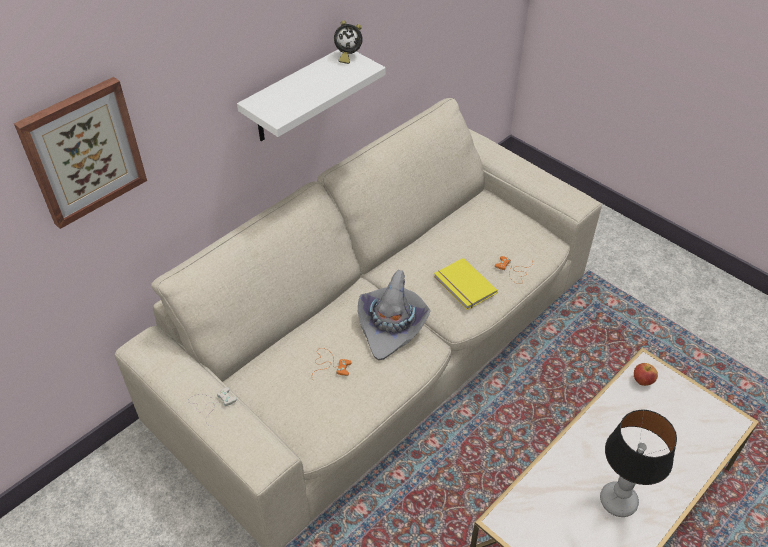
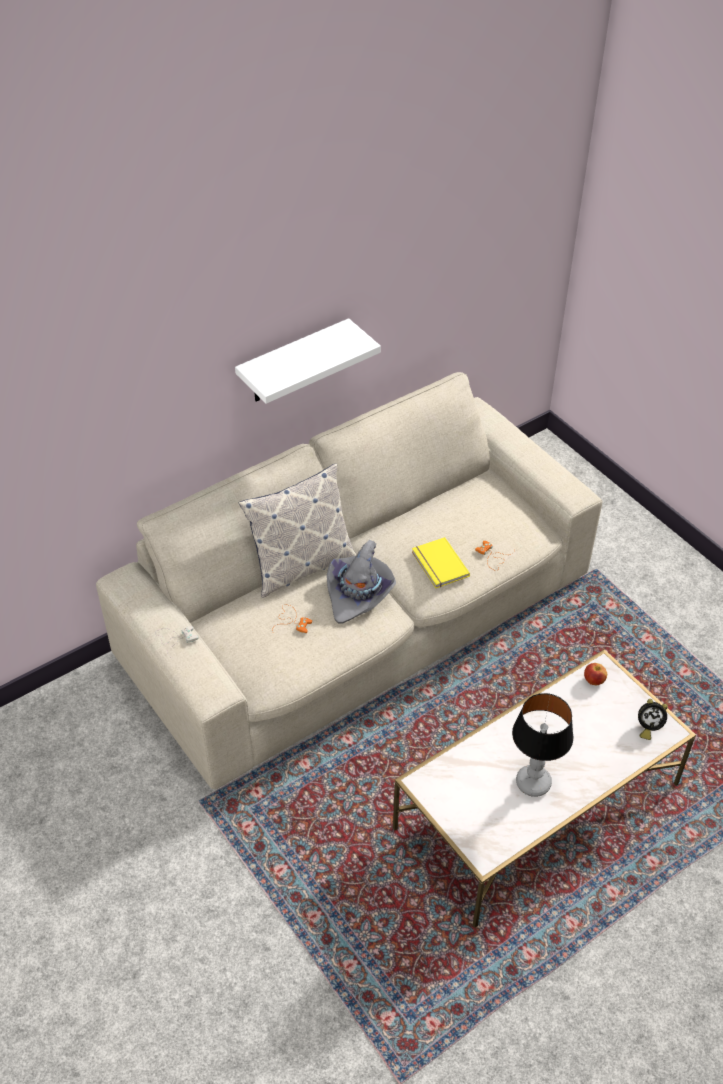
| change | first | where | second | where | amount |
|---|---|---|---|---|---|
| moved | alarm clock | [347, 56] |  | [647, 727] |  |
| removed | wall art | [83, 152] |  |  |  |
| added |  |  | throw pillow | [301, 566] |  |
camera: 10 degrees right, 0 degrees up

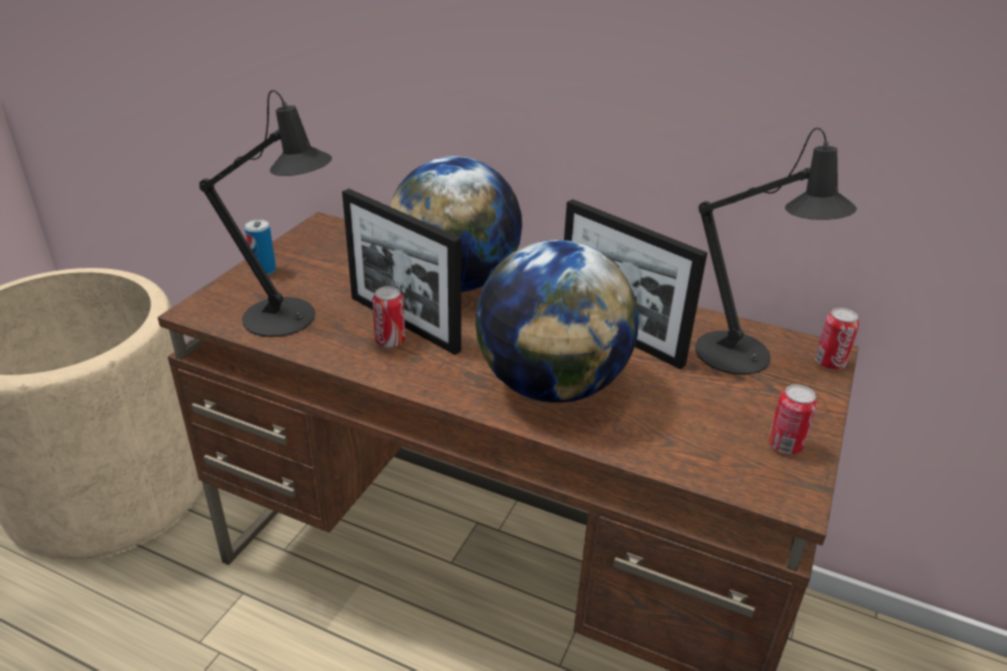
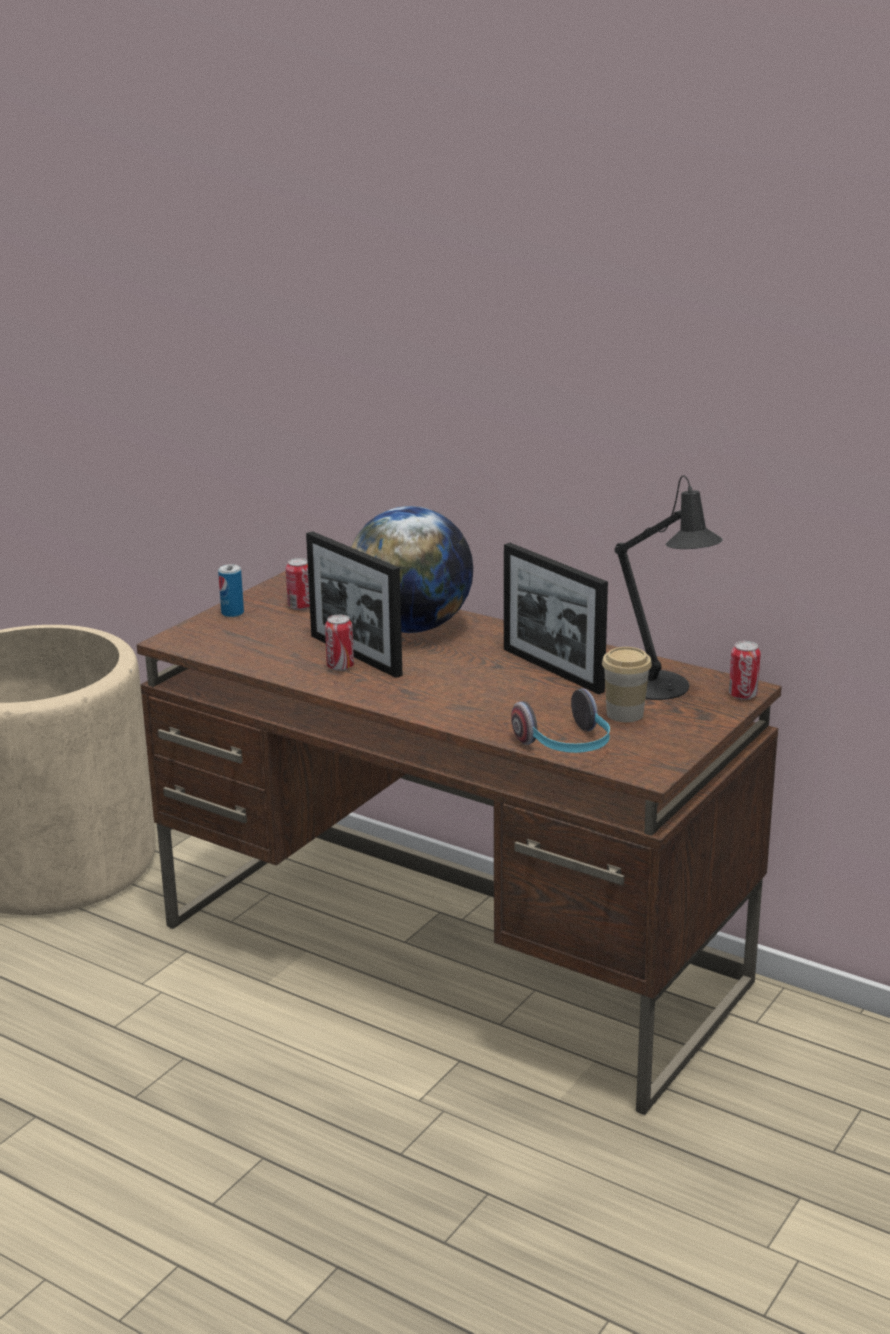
| change | first | where | second | where | amount |
|---|---|---|---|---|---|
| removed | black table lamp | [289, 319] |  |  |  |
| removed | desk globe | [551, 385] |  |  |  |
| moved | sealed can | [785, 445] |  | [300, 606] |  |
| added |  |  | cup | [625, 714] |  |
| added |  |  | pair of headphones | [566, 746] |  |
camera: 10 degrees right, 10 degrees down

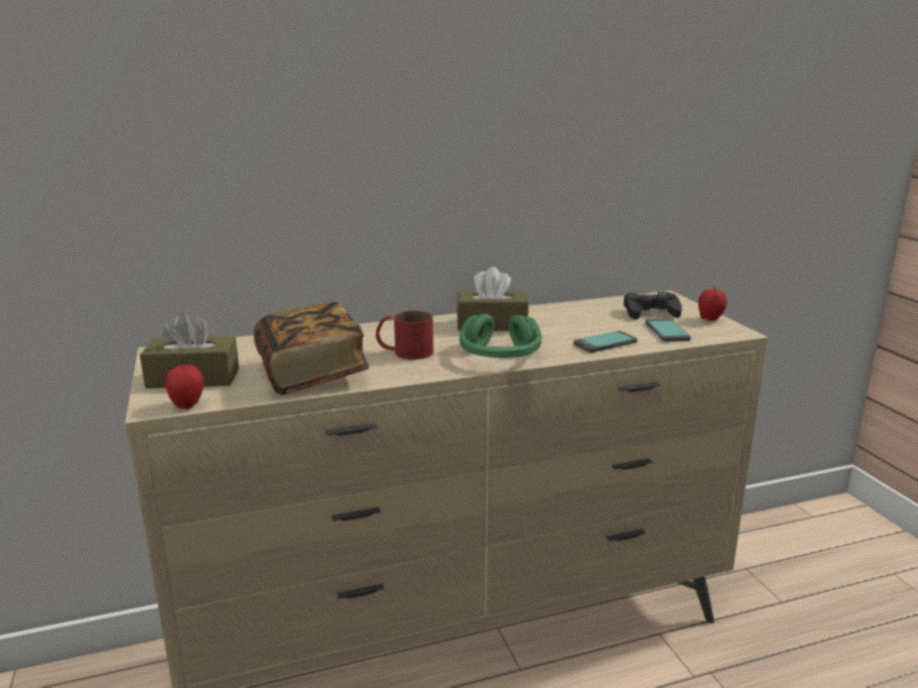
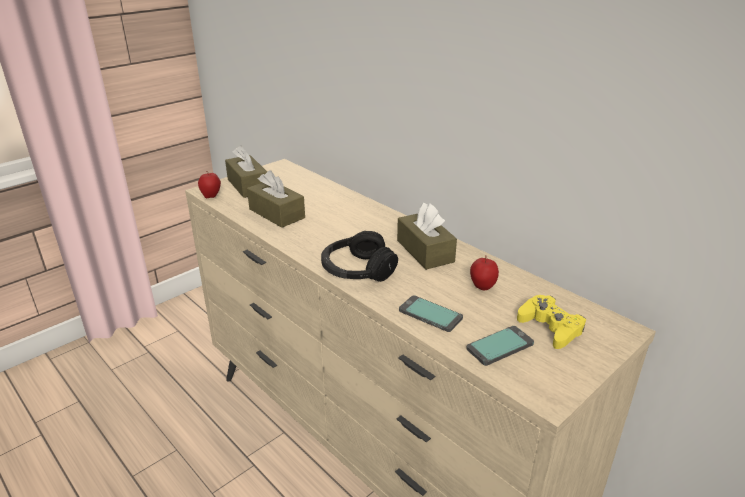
| change | first | where | second | where | amount |
|---|---|---|---|---|---|
| moved | apple | [710, 319] |  | [482, 287] |  |
| recoloured | black gamepad | [650, 312] | yellow gamepad | [550, 327] |  |
| replaced | book | [312, 373] | brown-coloured box of tissues | [277, 213] |  |
| removed | red coffee mug | [404, 352] |  |  |  |
| recoloured | green pair of headphones | [500, 356] | black pair of headphones | [357, 270] |  |
camera: 65 degrees right, 10 degrees up

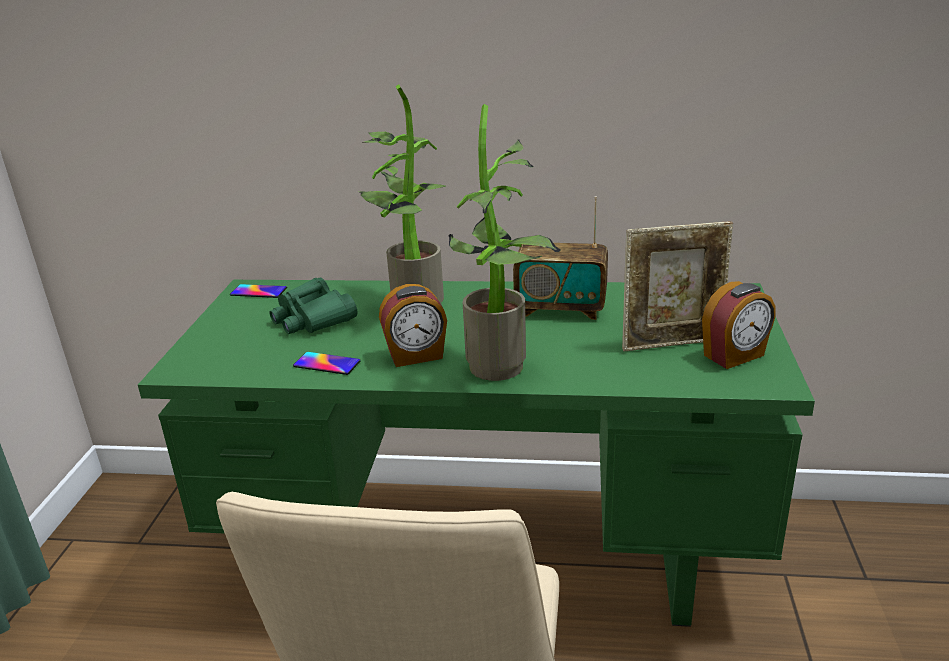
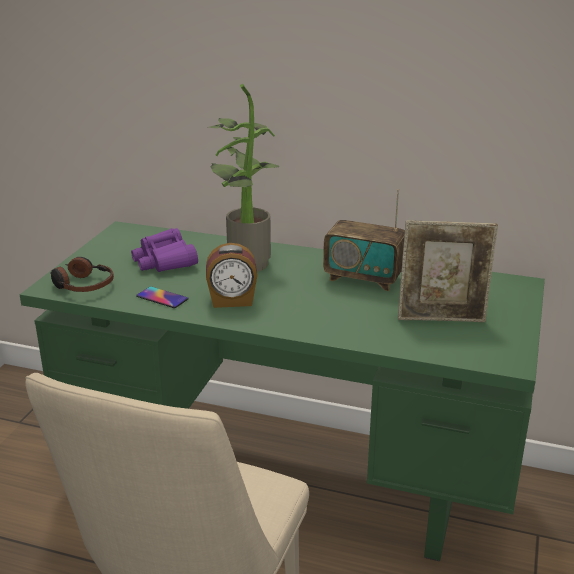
| change | first | where | second | where | amount |
|---|---|---|---|---|---|
| removed | plant in a pot | [505, 368] |  |  |  |
| recoloured | green binoculars | [312, 318] | purple-coloured binoculars | [164, 261] |  |
| removed | alarm clock | [734, 356] |  |  |  |
| removed | handset | [258, 291] |  |  |  |
| added |  |  | pair of headphones | [82, 285] |  |
camera: 10 degrees right, 0 degrees up

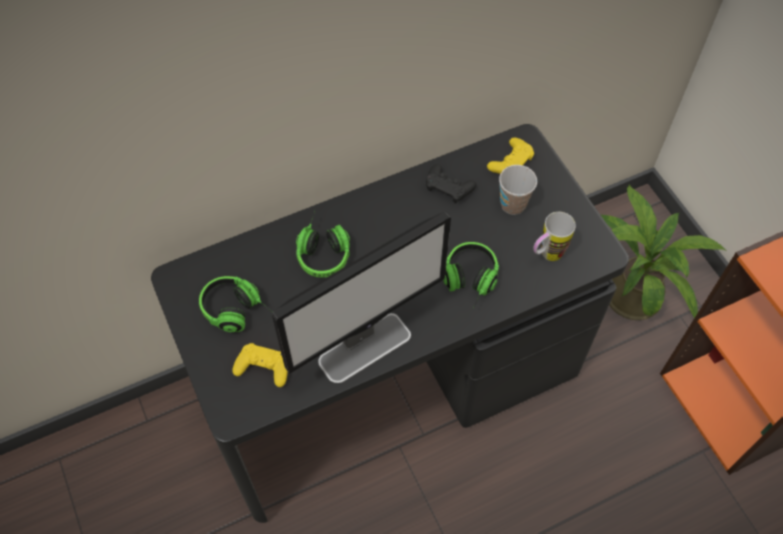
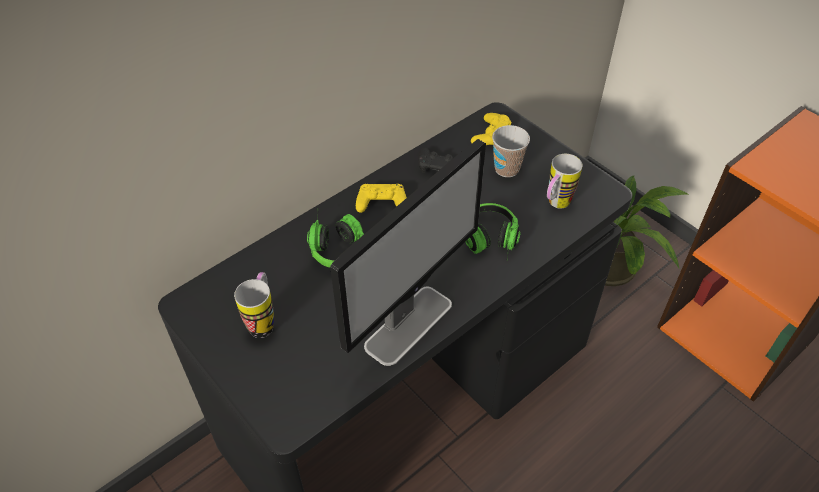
| change | first | where | second | where | amount |
|---|---|---|---|---|---|
| replaced | pair of headphones | [238, 312] | coffee mug | [263, 321] |  |
| moved | yellow gamepad | [263, 367] |  | [382, 203] |  |
camera: 15 degrees left, 10 degrees down

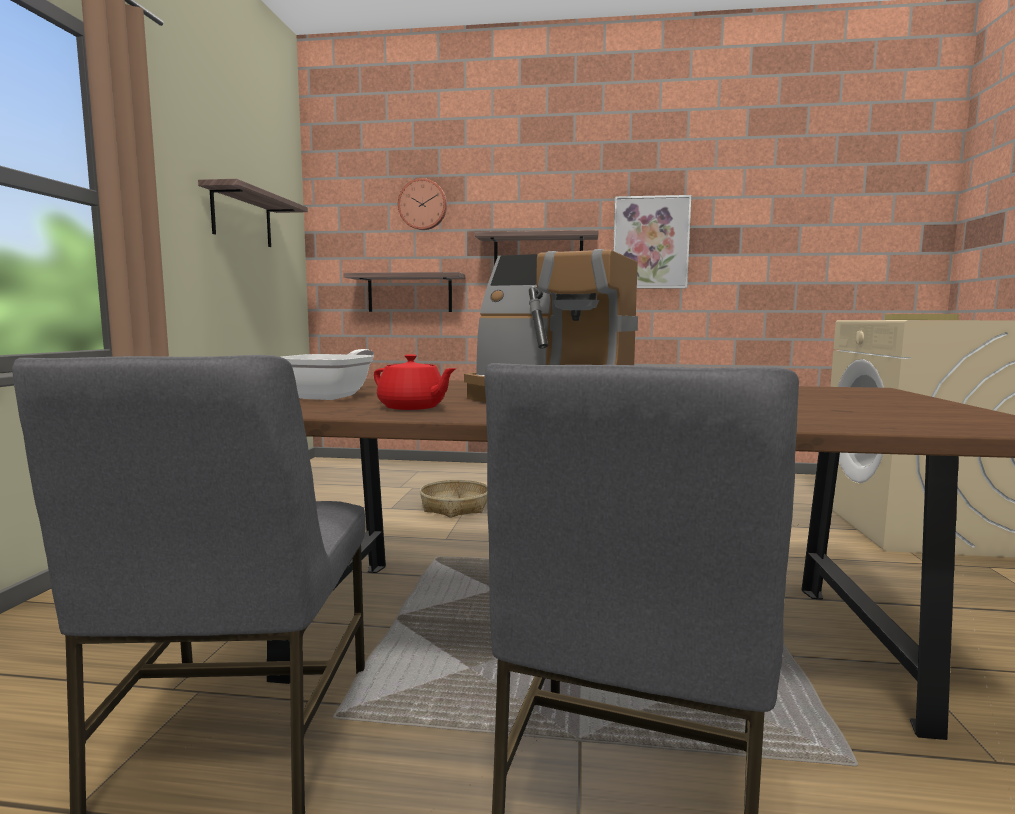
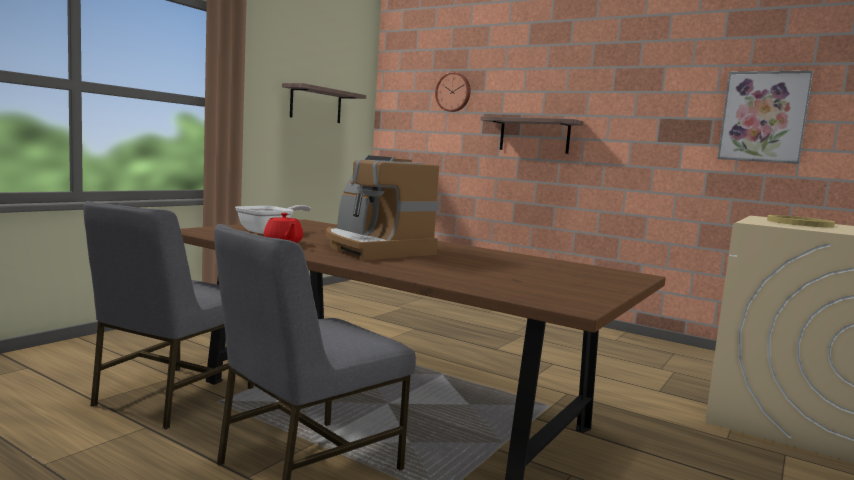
| change | first | where | second | where | amount |
|---|---|---|---|---|---|
| moved | wall art | [650, 243] |  | [763, 117] |  |
| removed | shelf | [410, 293] |  |  |  |
| removed | storage basket | [454, 507] |  |  |  |
camera: 25 degrees right, 0 degrees up

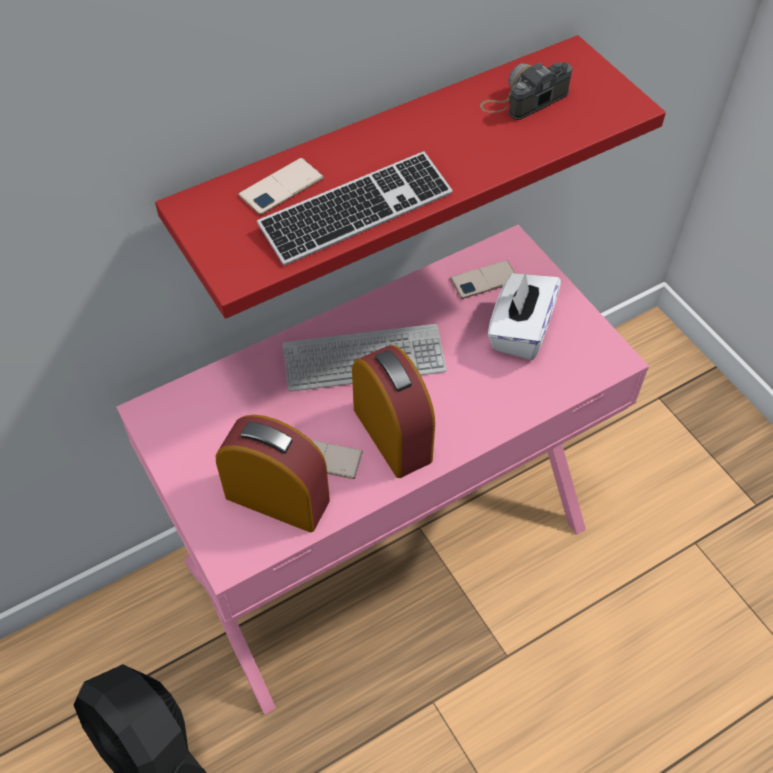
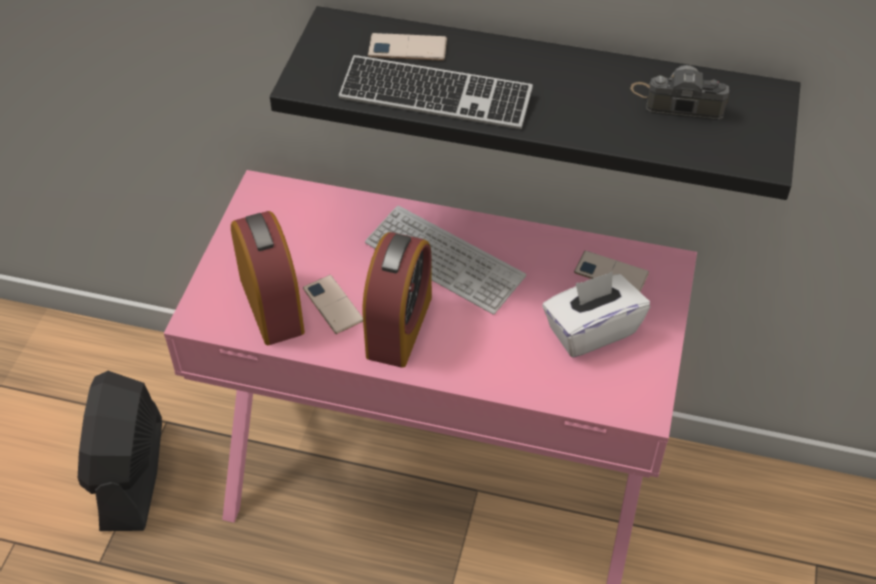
| change | first | where | second | where | amount |
|---|---|---|---|---|---|
| recoloured | red shelf | [381, 157] | black shelf | [546, 89] |  |
camera: 45 degrees right, 5 degrees down

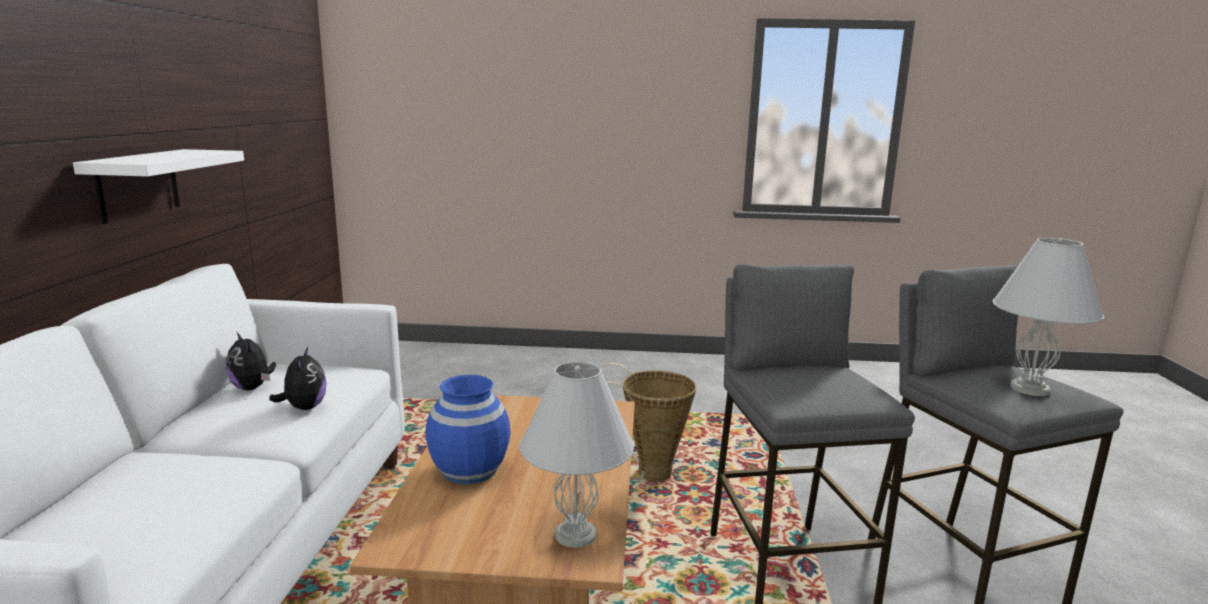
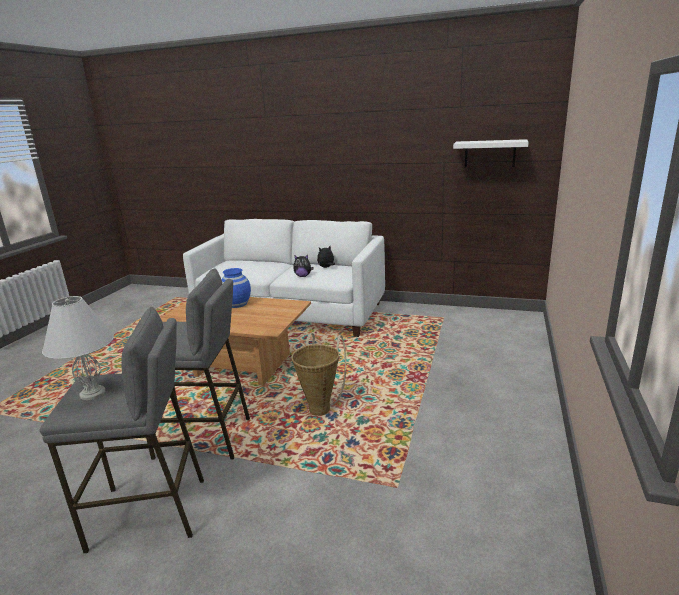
| change | first | where | second | where | amount |
|---|---|---|---|---|---|
| moved | white shelf | [138, 185] |  | [490, 153] |  |
| removed | white table lamp | [576, 535] |  |  |  |
camera: 105 degrees right, 5 degrees up

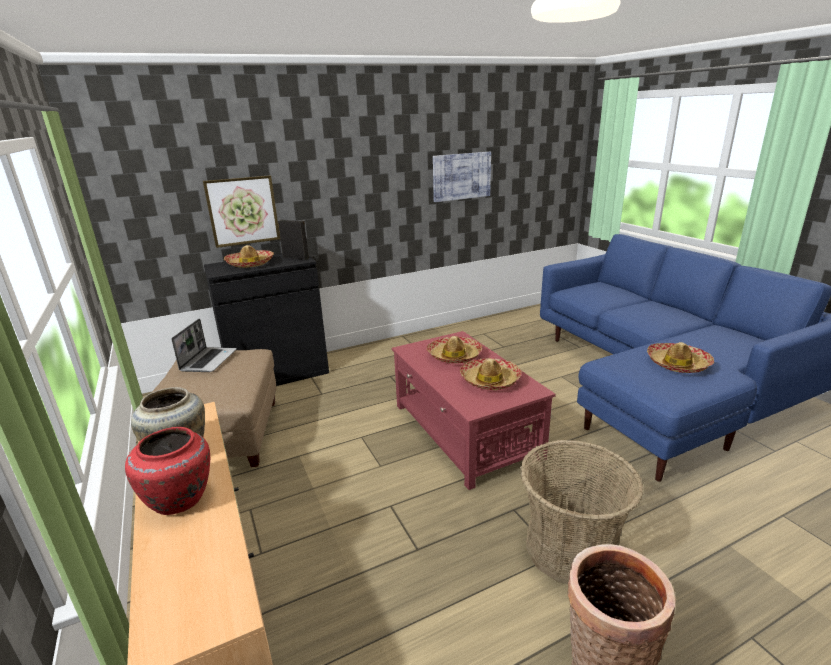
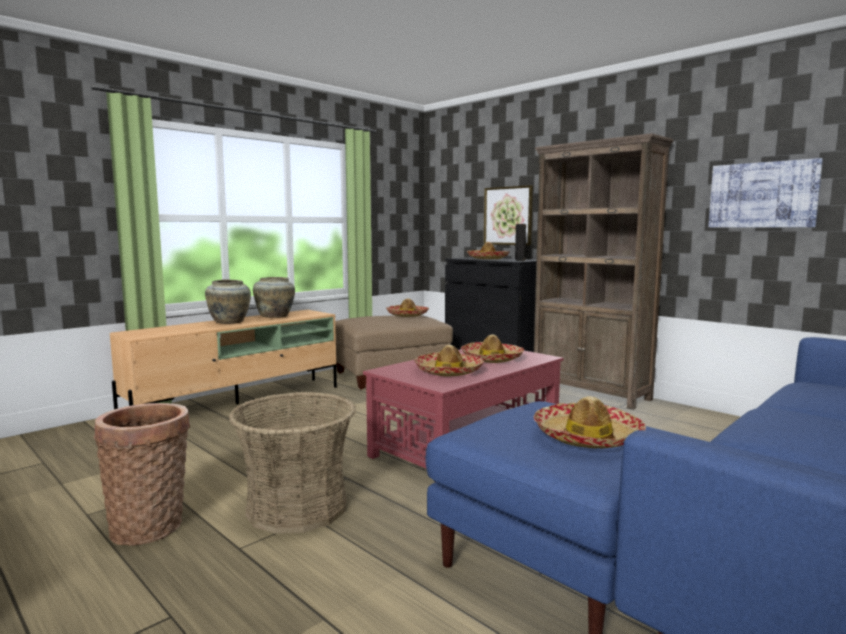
| change | first | where | second | where | amount |
|---|---|---|---|---|---|
| replaced | notebook computer | [209, 360] | hat | [407, 315] |  |
| recoloured | red flower vase | [181, 500] | sand-coloured flower vase | [229, 322] |  |
| added |  |  | brown-coloured bookshelf | [590, 393] |  |
camera: 70 degrees right, 15 degrees down

